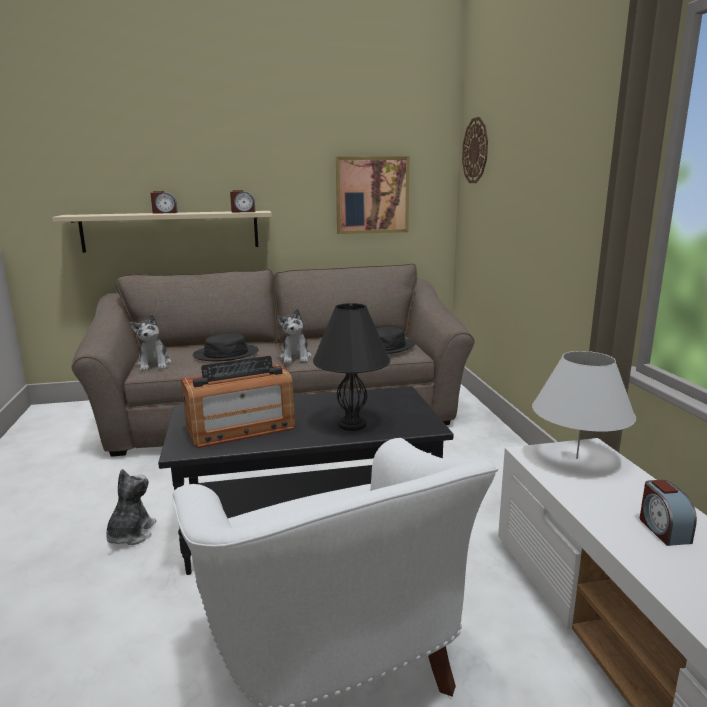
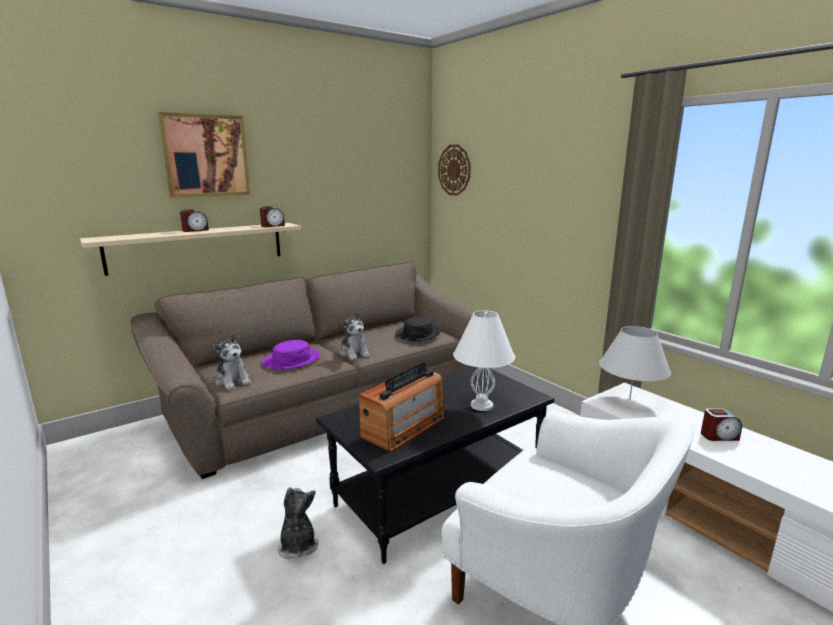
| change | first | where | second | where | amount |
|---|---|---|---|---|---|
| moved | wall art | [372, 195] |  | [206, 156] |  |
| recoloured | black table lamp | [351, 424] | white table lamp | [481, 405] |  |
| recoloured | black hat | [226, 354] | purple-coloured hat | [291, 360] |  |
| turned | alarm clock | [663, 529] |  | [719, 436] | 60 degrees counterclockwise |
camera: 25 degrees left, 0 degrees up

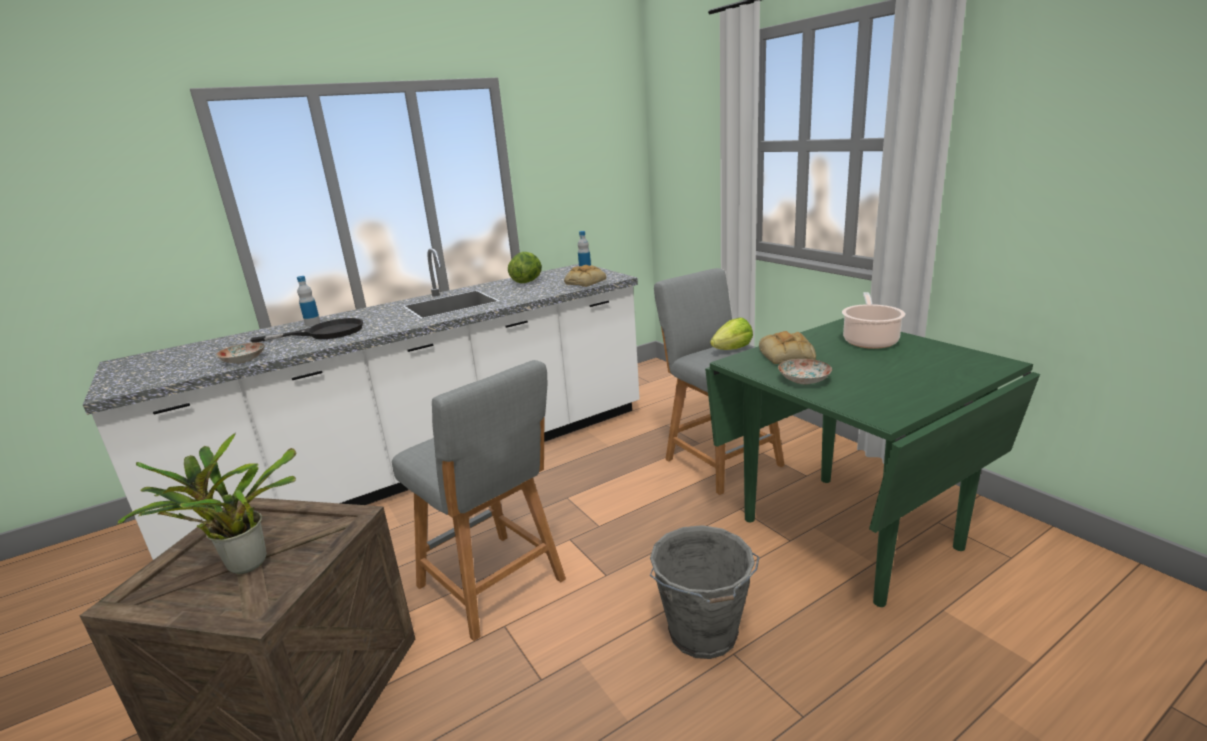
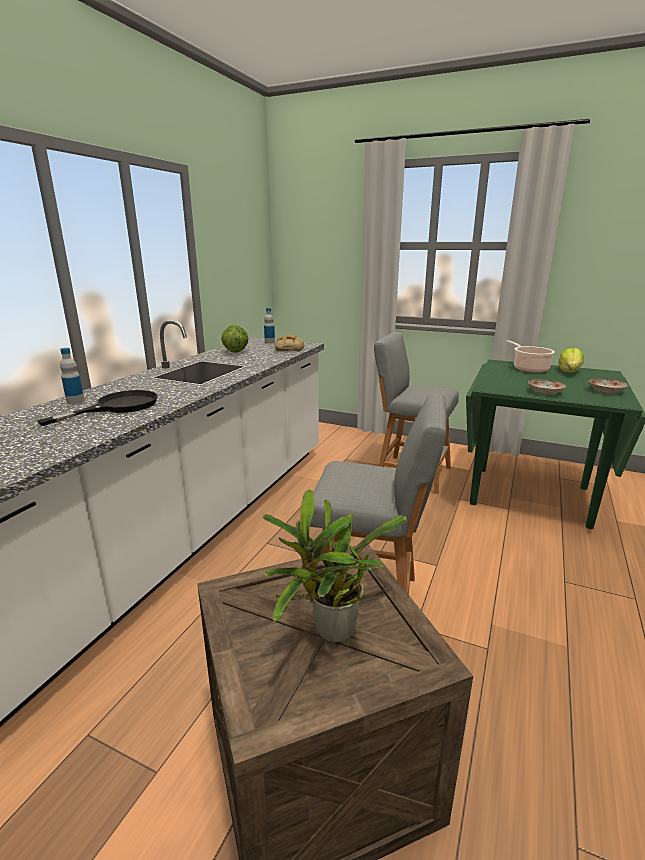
| change | first | where | second | where | amount |
|---|---|---|---|---|---|
| moved | lettuce | [732, 349] |  | [569, 372] |  |
| removed | bread | [787, 356] |  |  |  |
| moved | flat dish | [244, 360] |  | [606, 391] |  |
| removed | gray water bucket | [704, 635] |  |  |  |
camera: 35 degrees left, 0 degrees up

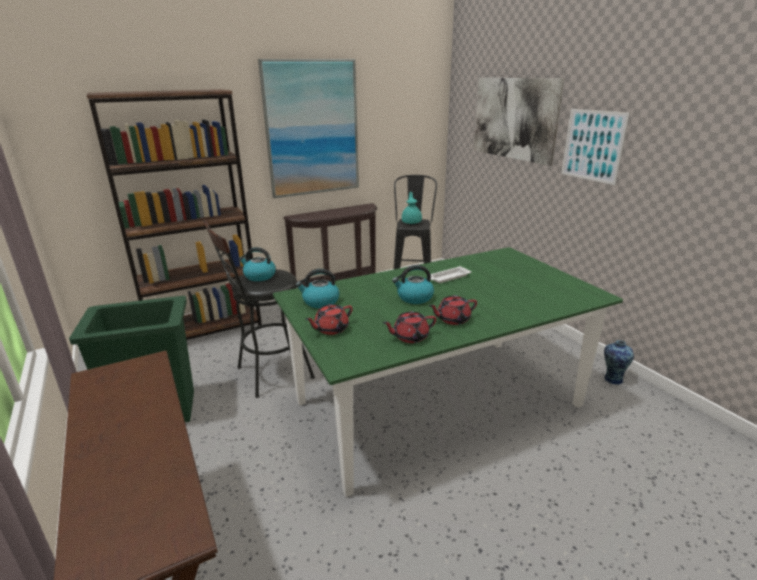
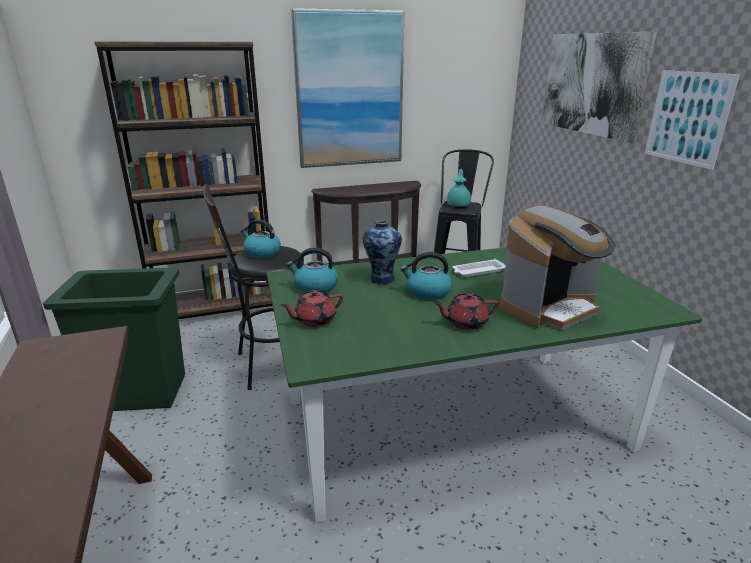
| change | first | where | second | where | amount |
|---|---|---|---|---|---|
| removed | red pot for tea | [410, 337] |  |  |  |
| moved | flower vase | [612, 379] |  | [381, 279] |  |
| added |  |  | coffee brewer | [549, 308] |  |
camera: 10 degrees right, 0 degrees up

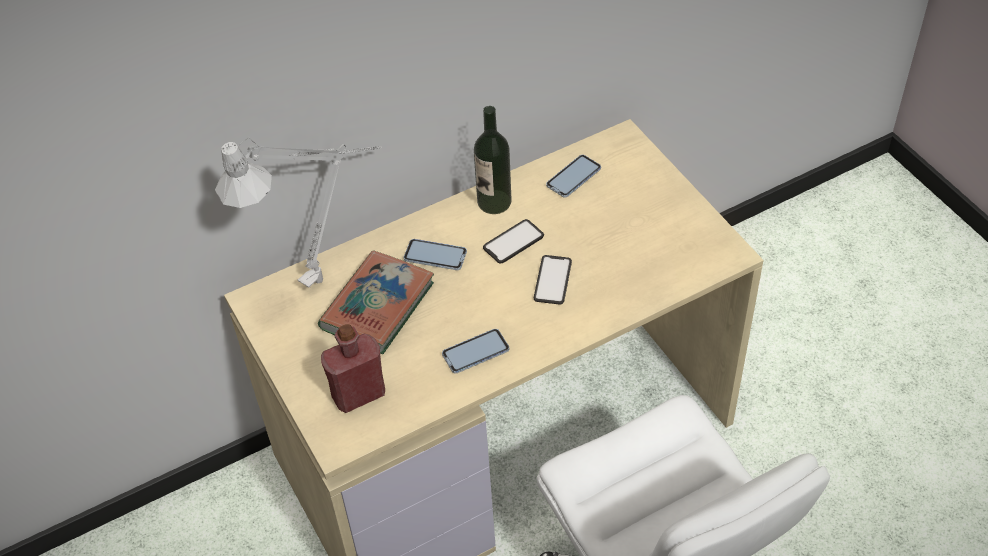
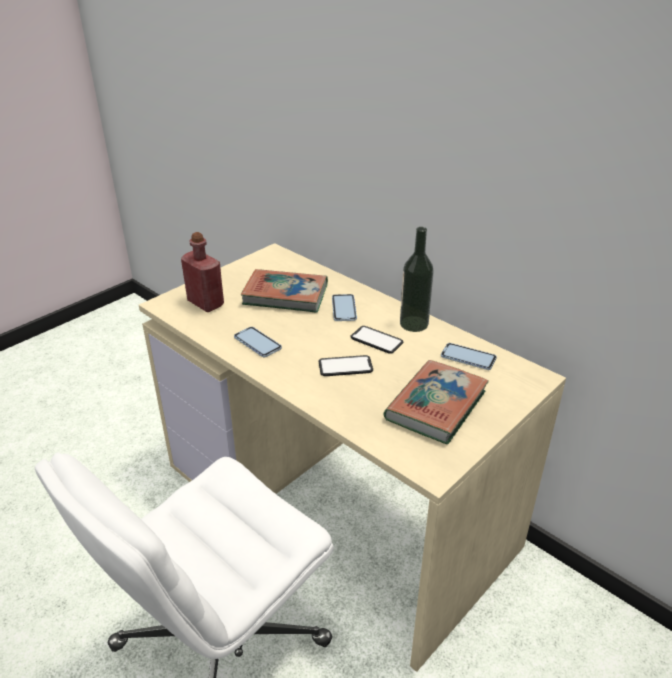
| change | first | where | second | where | amount |
|---|---|---|---|---|---|
| removed | gray table lamp | [328, 275] |  |  |  |
| added |  |  | book | [436, 406] |  |
camera: 70 degrees right, 15 degrees down

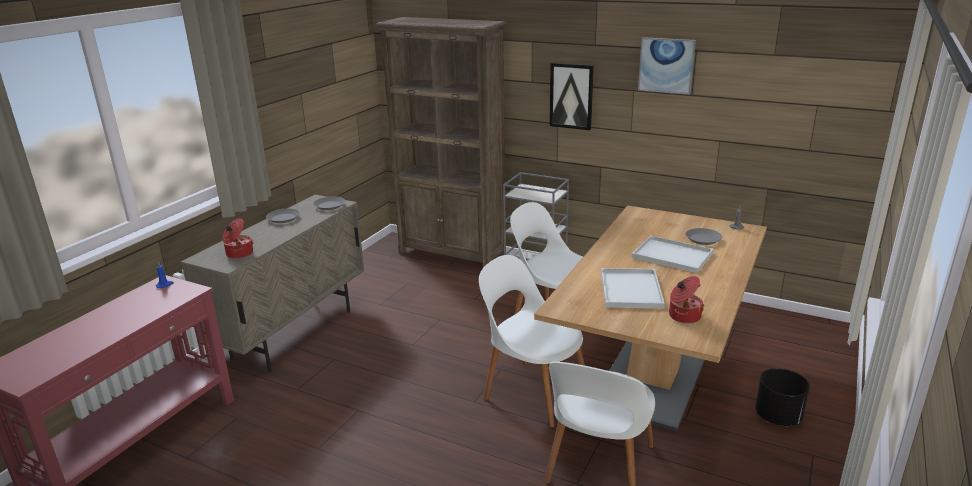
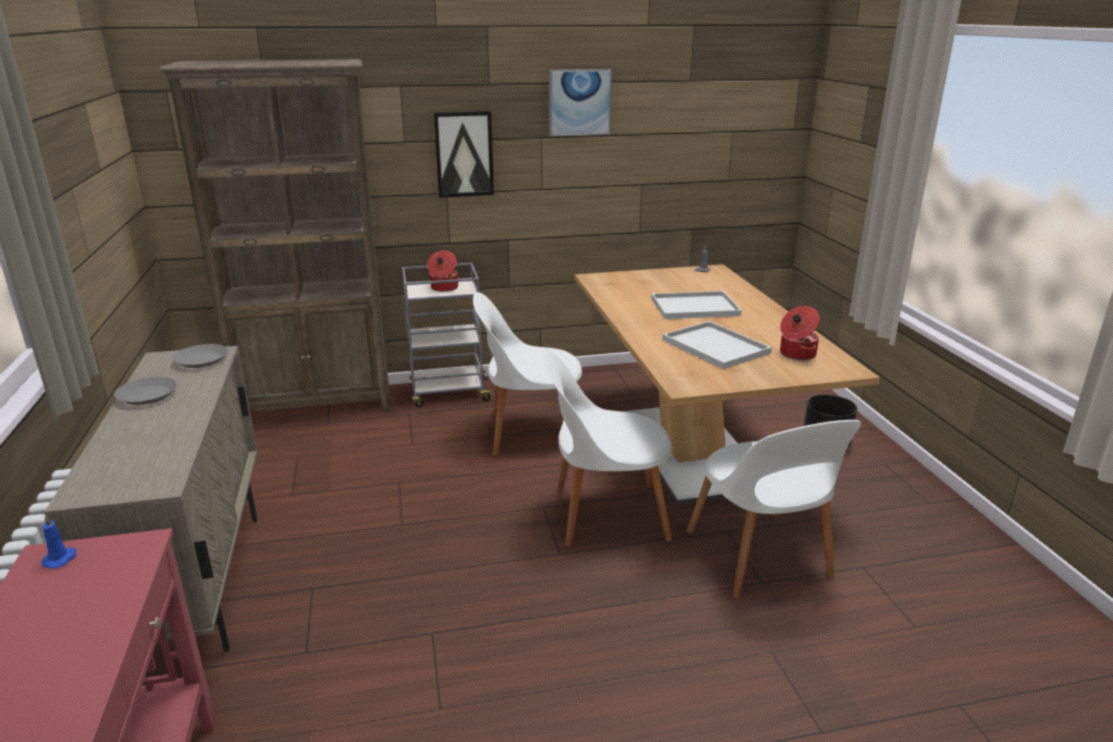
| change | first | where | second | where | amount |
|---|---|---|---|---|---|
| moved | cooking pot | [239, 254] |  | [444, 288] |  |
| removed | gray flat dish | [702, 239] |  |  |  |
camera: 40 degrees left, 0 degrees up

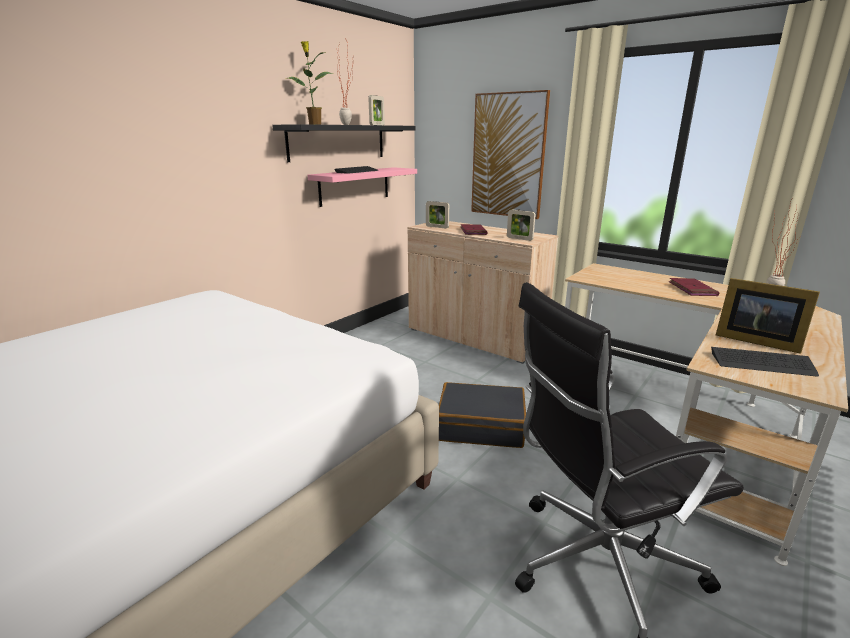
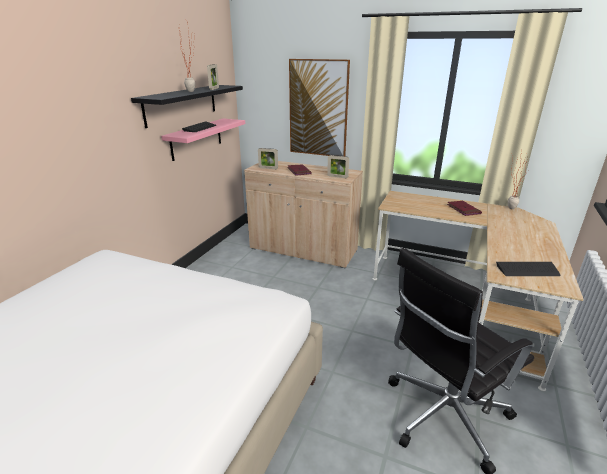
| change | first | where | second | where | amount |
|---|---|---|---|---|---|
| removed | plant in a pot | [314, 124] |  |  |  |
| removed | picture frame | [754, 340] |  |  |  |
| removed | black suitcase | [481, 426] |  |  |  |
camera: 15 degrees left, 5 degrees up

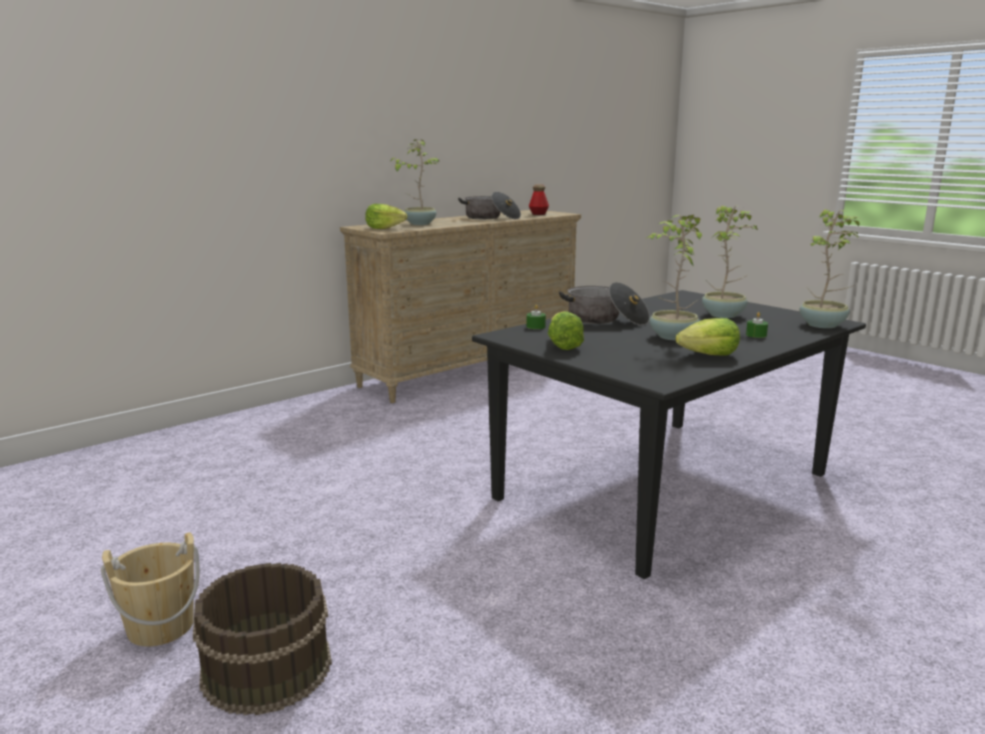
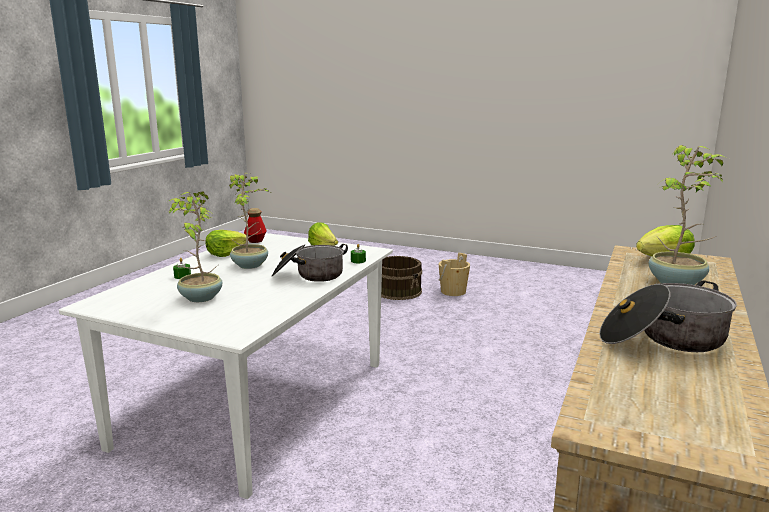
| change | first | where | second | where | amount |
|---|---|---|---|---|---|
| moved | drink bottle | [538, 214] |  | [255, 240] |  |
| removed | plant in a pot | [823, 325] |  |  |  |
| recoloured | black kitchen table | [663, 485] | white kitchen table | [258, 403] |  |
camera: 155 degrees right, 0 degrees up

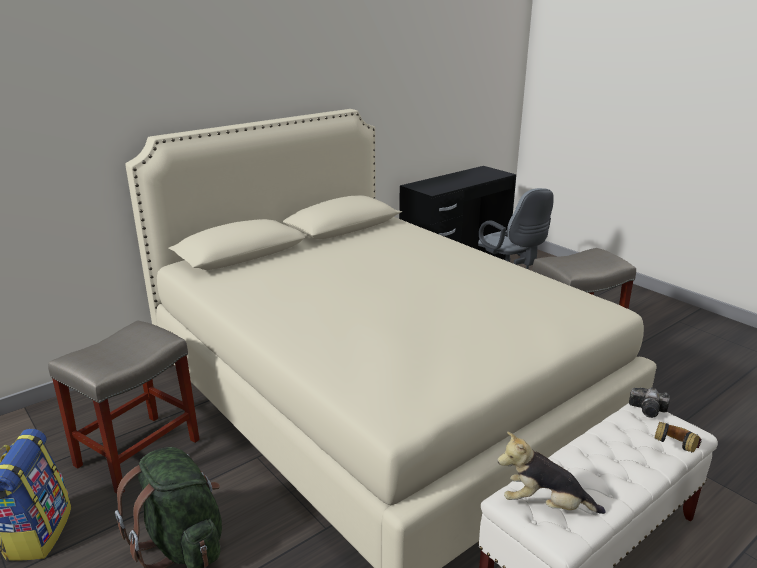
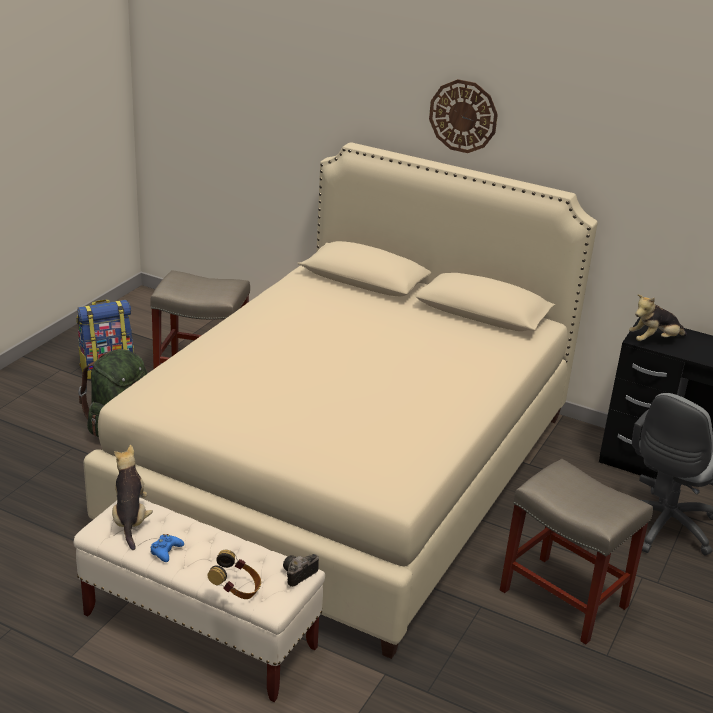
| change | first | where | second | where | amount |
|---|---|---|---|---|---|
| turned | still camera | [649, 410] |  | [297, 575] | 45 degrees clockwise |
| added |  |  | hanging clock | [463, 116] |  |
| added |  |  | plush toy | [654, 340] |  |
| added |  |  | bluish gamepad | [166, 551] |  |
camera: 65 degrees right, 5 degrees up

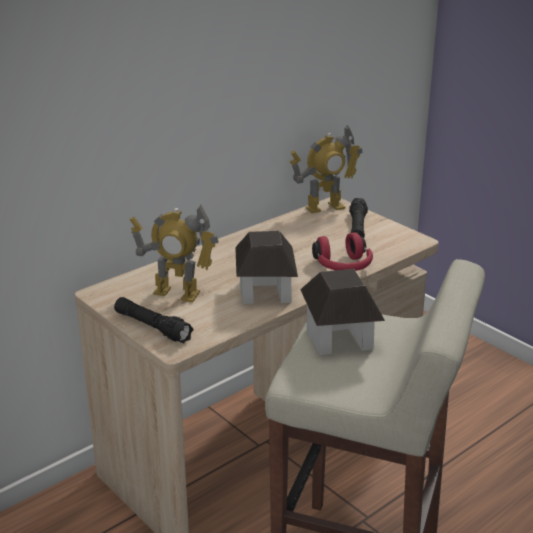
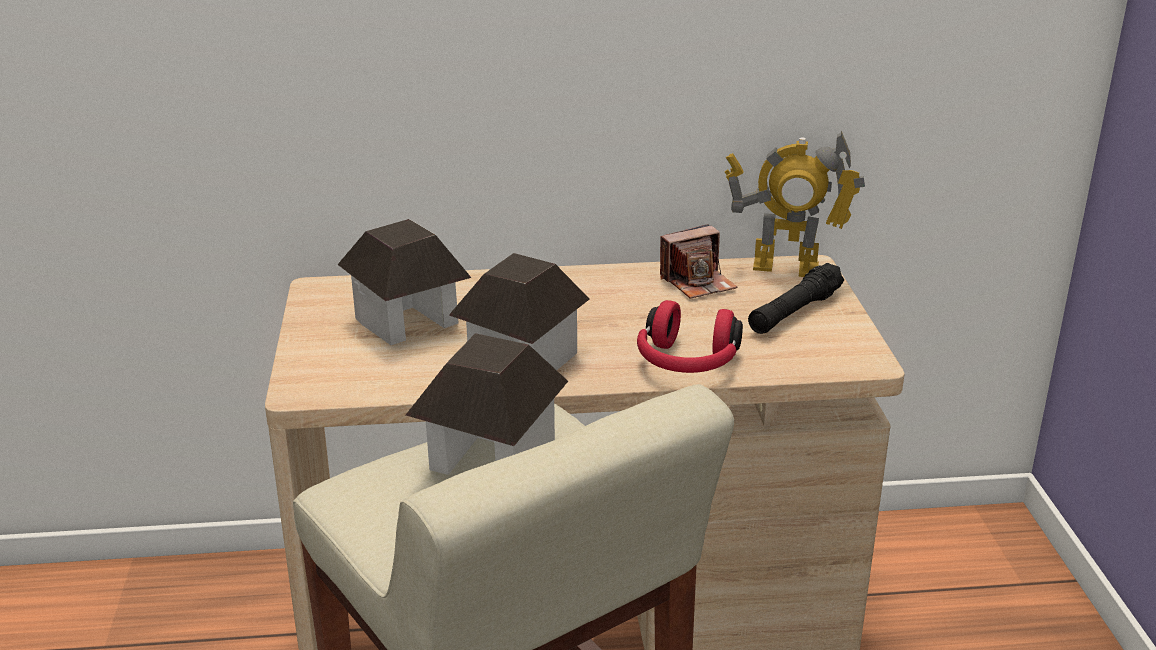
| change | first | where | second | where | amount |
|---|---|---|---|---|---|
| replaced | model robot | [176, 293] | toy house | [407, 321] |  |
| removed | black torch | [152, 327] |  |  |  |
| added |  |  | still camera | [698, 282] |  |
camera: 35 degrees right, 0 degrees up

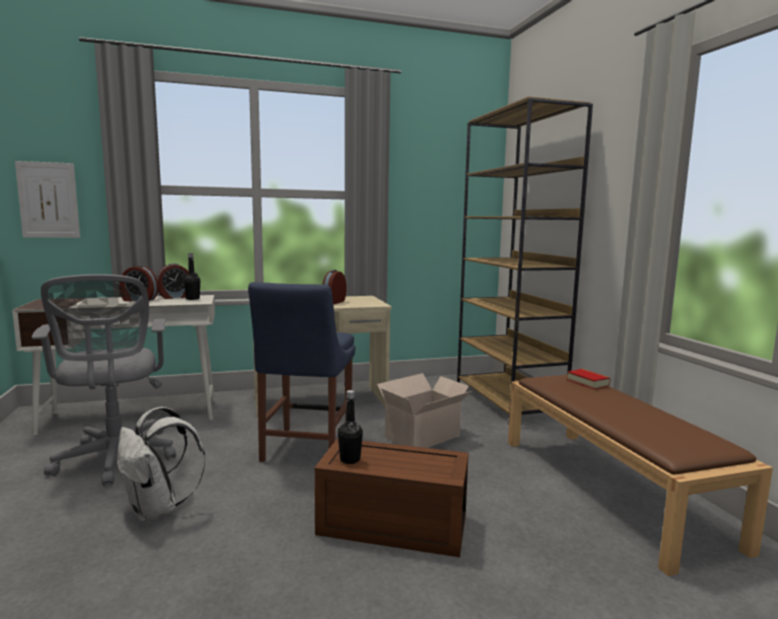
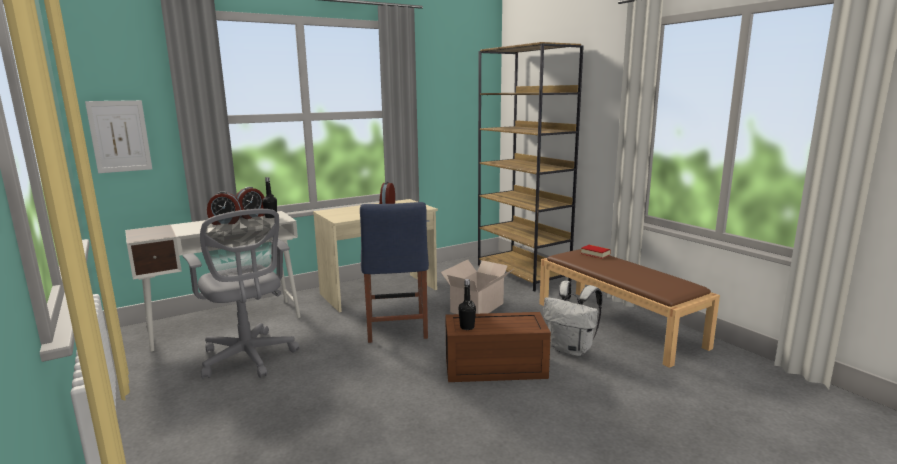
| change | first | where | second | where | amount |
|---|---|---|---|---|---|
| moved | white backpack | [157, 510] |  | [572, 349] |  |
camera: 15 degrees left, 5 degrees up

